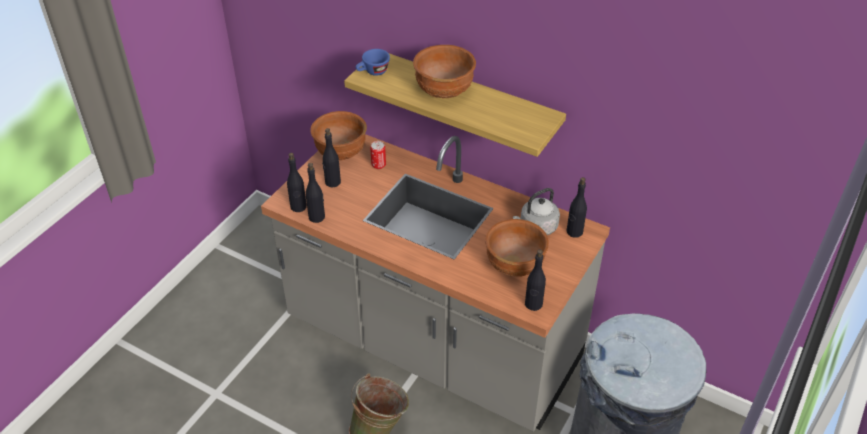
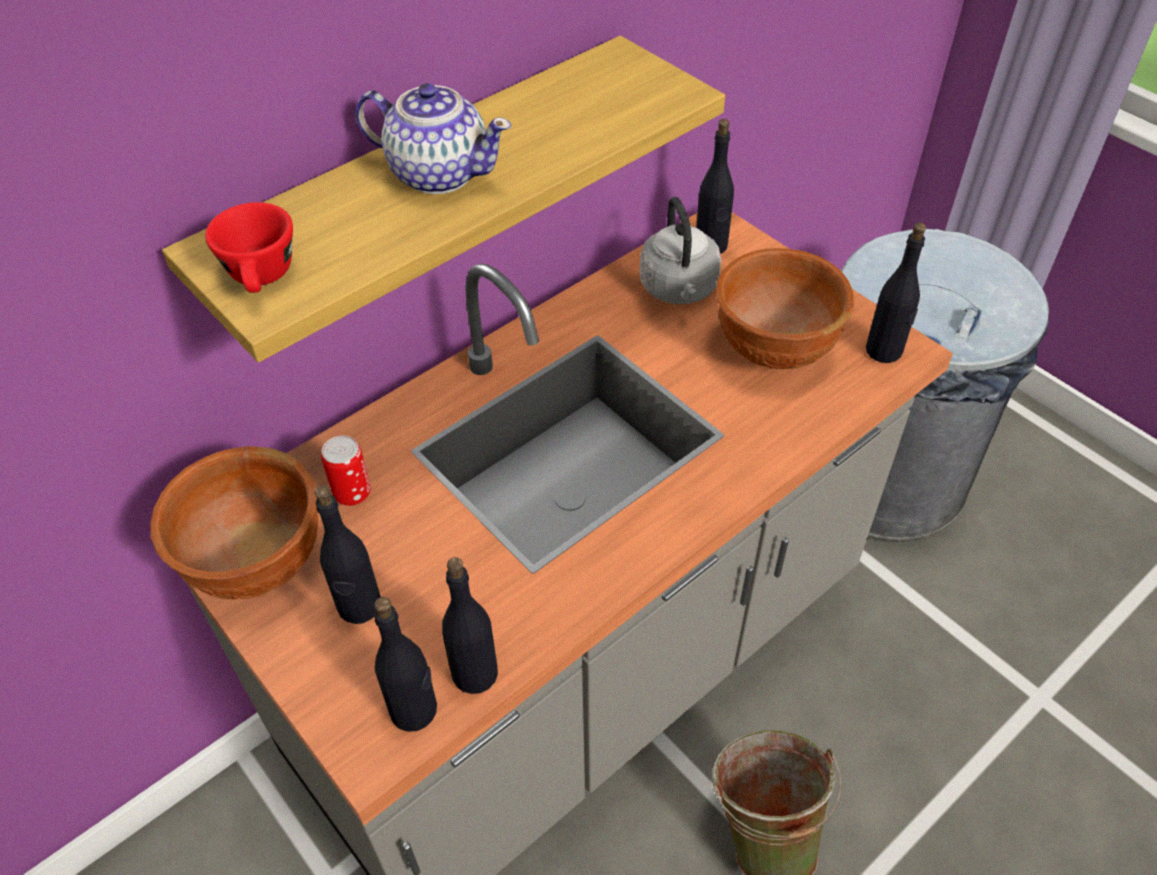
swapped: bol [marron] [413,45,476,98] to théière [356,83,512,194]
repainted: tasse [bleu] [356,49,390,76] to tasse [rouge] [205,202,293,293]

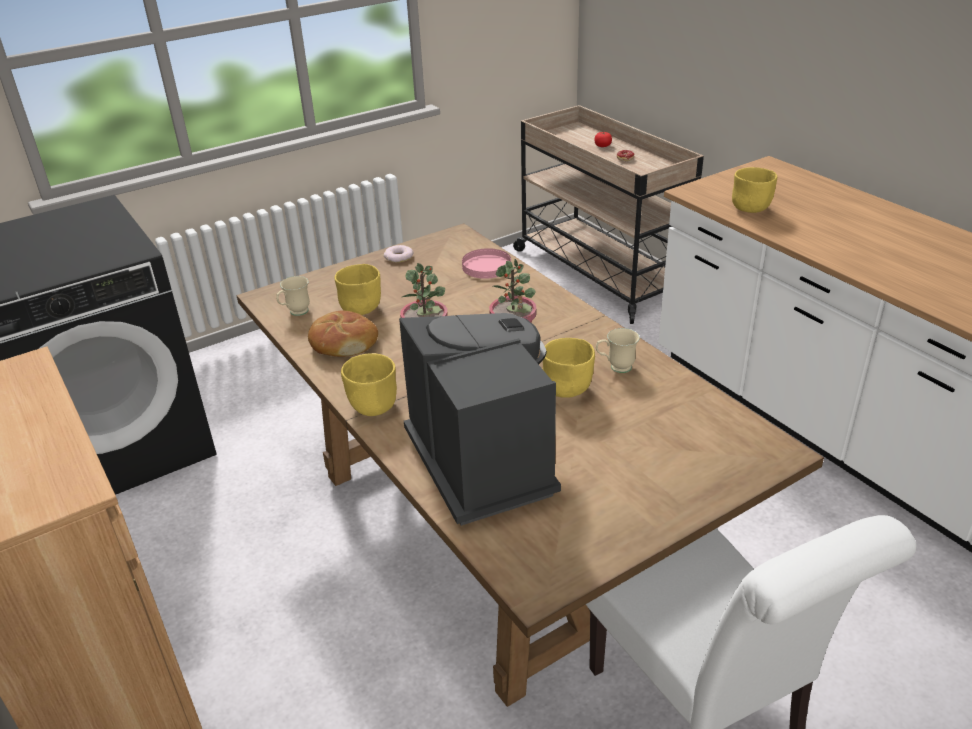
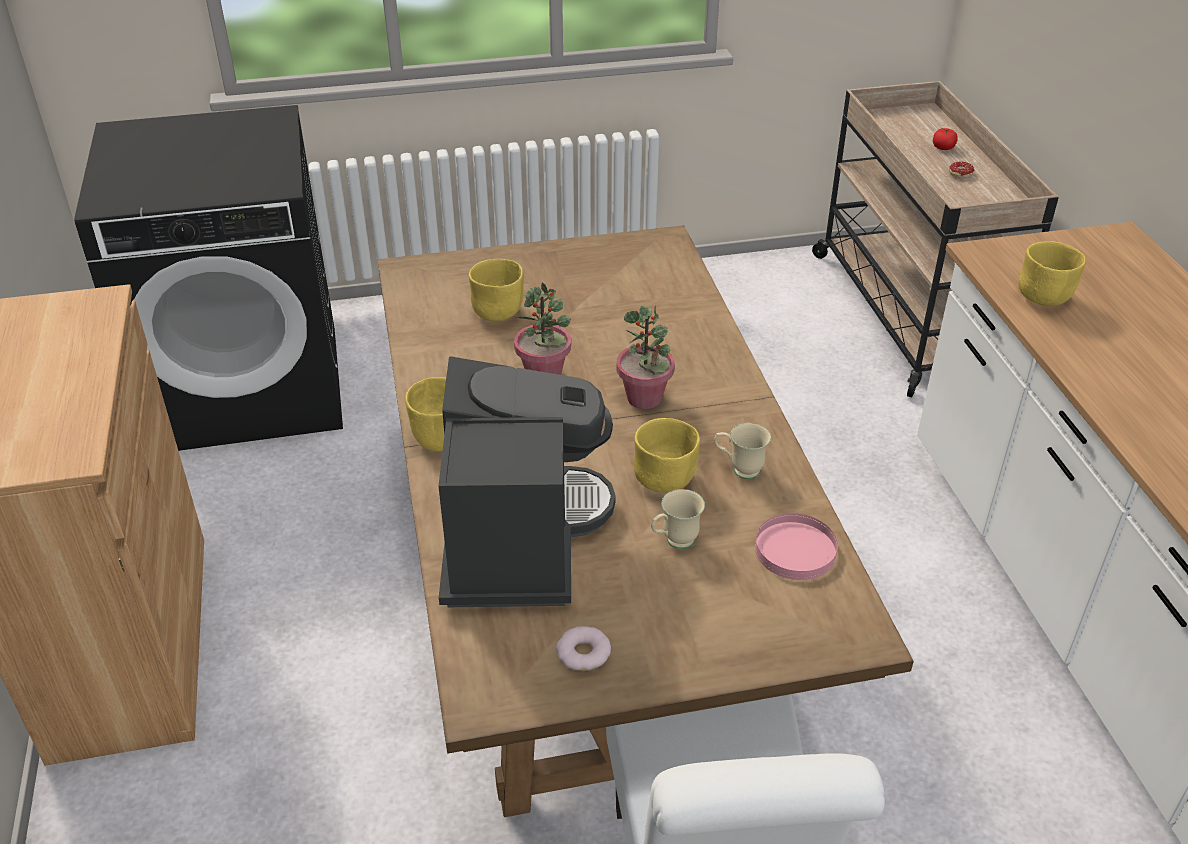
gone: pain [308,310,378,357]
shifted: beignet [383,245,413,263] to [556,626,611,671]; mug [beige] [276,276,310,316] to [651,489,705,549]; assiette [rose] [462,248,511,279] to [755,513,838,580]

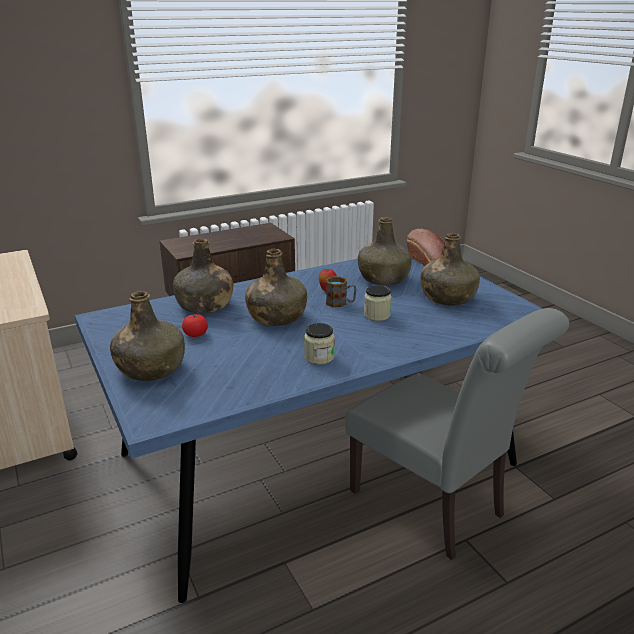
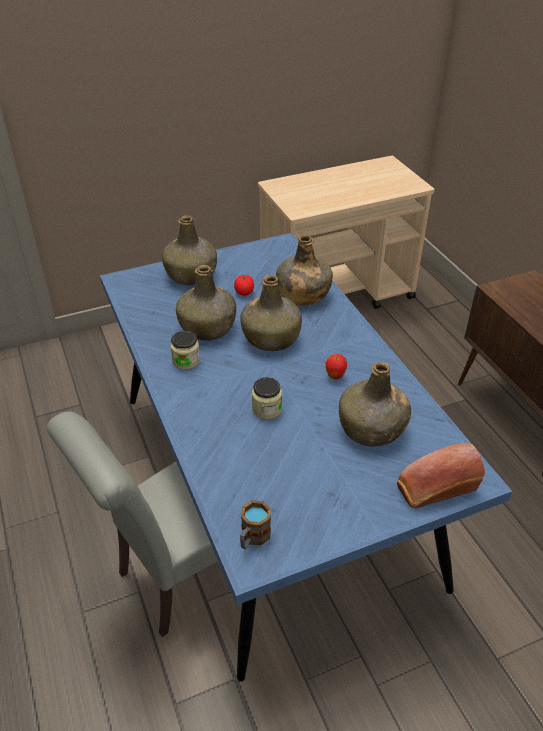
shifted: bouteille [vert] [421,233,480,305] to [176,265,236,341]; mug [326,276,356,307] to [240,500,271,549]

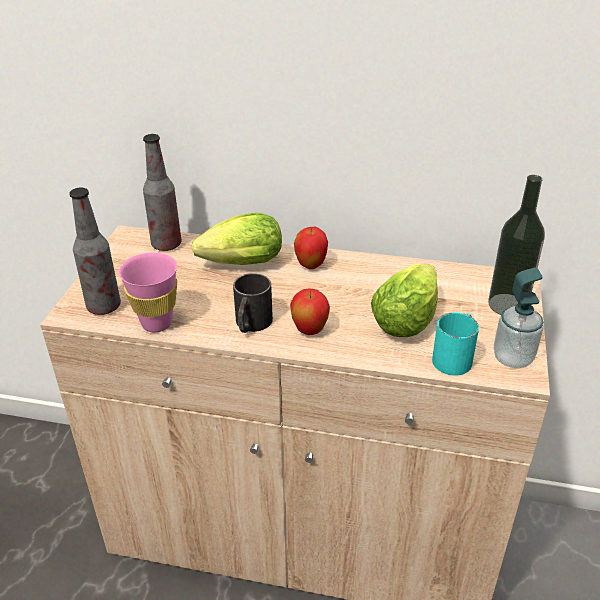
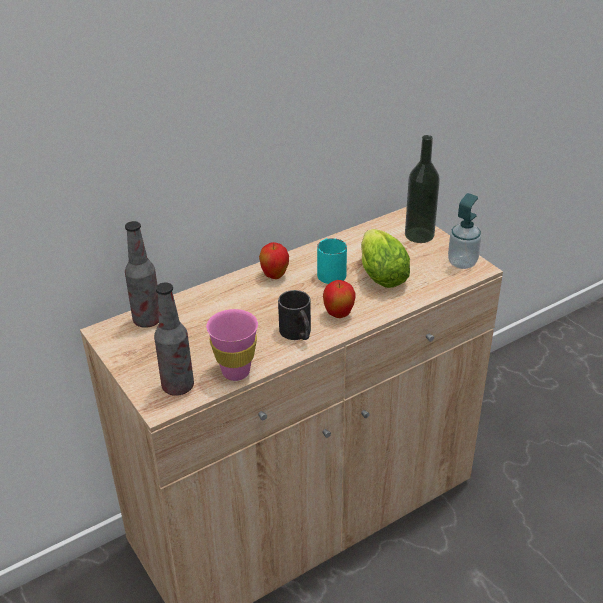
gone: laitue [191,213,282,265]
shifted: mug [turquoise] [432,312,479,376] to [317,238,347,284]

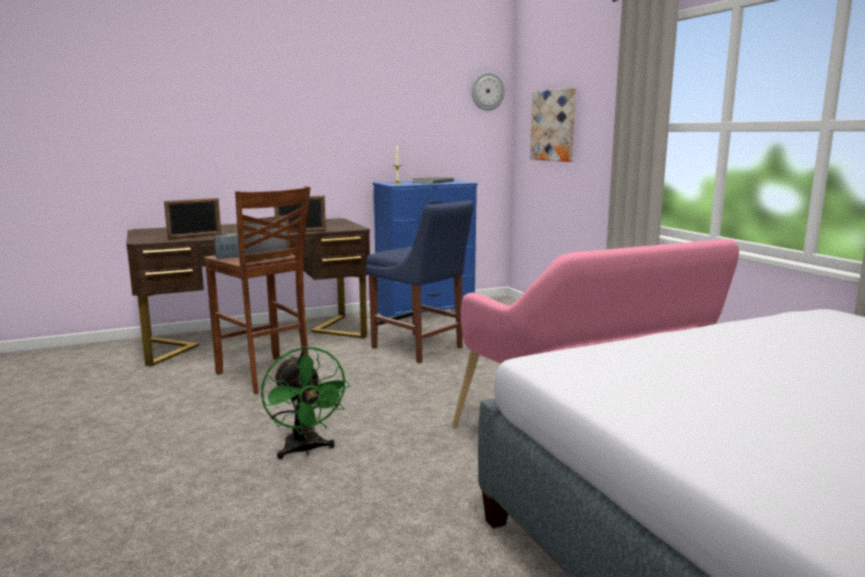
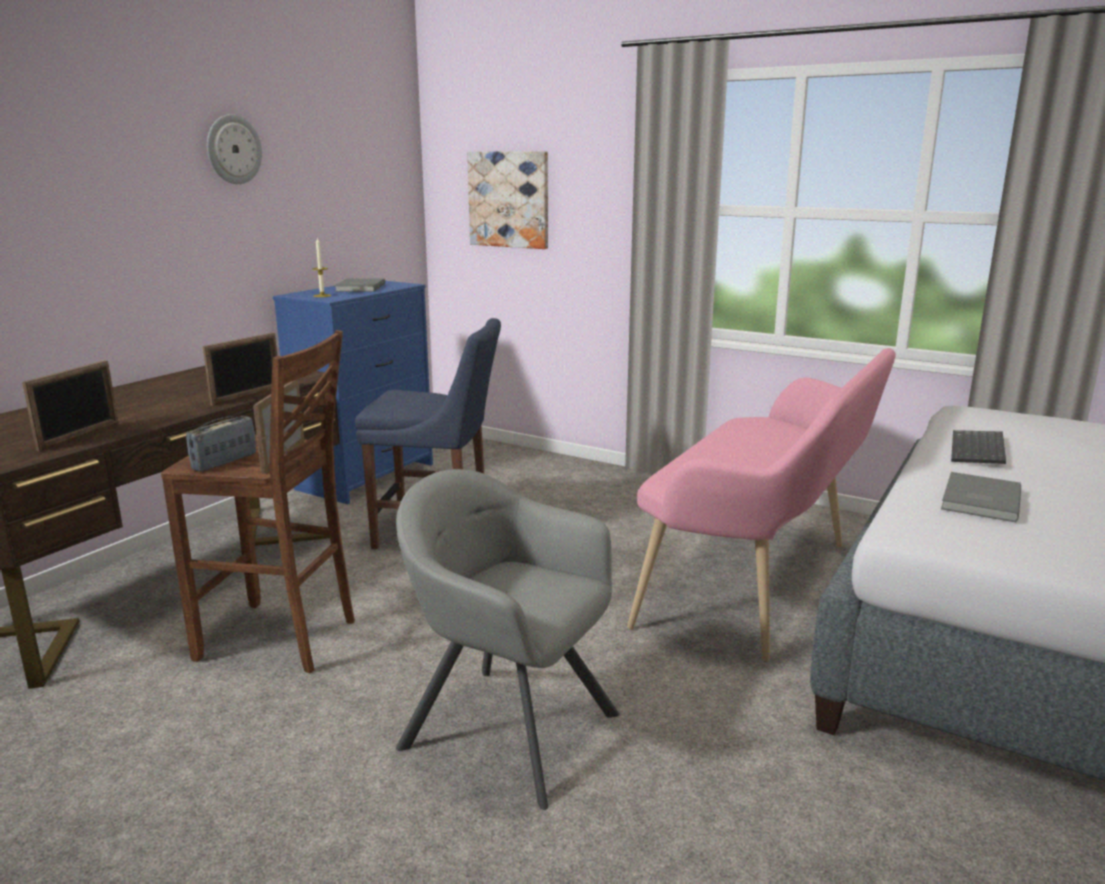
new: livre [gris] [941,472,1021,522]; clavier [951,430,1006,464]
shifted: horloge murale [472,72,505,111] to [207,114,262,184]
swapped: ventilateur [vert] [261,346,350,459] to fauteuil [gris] [396,469,620,810]

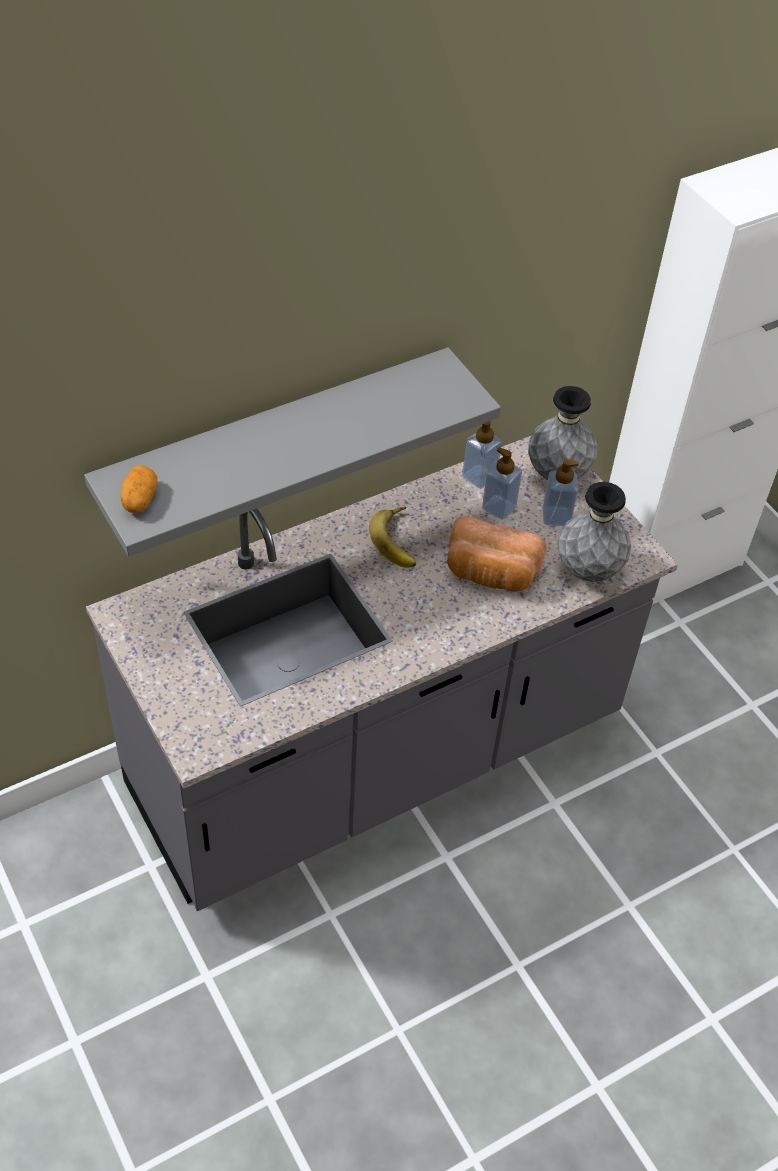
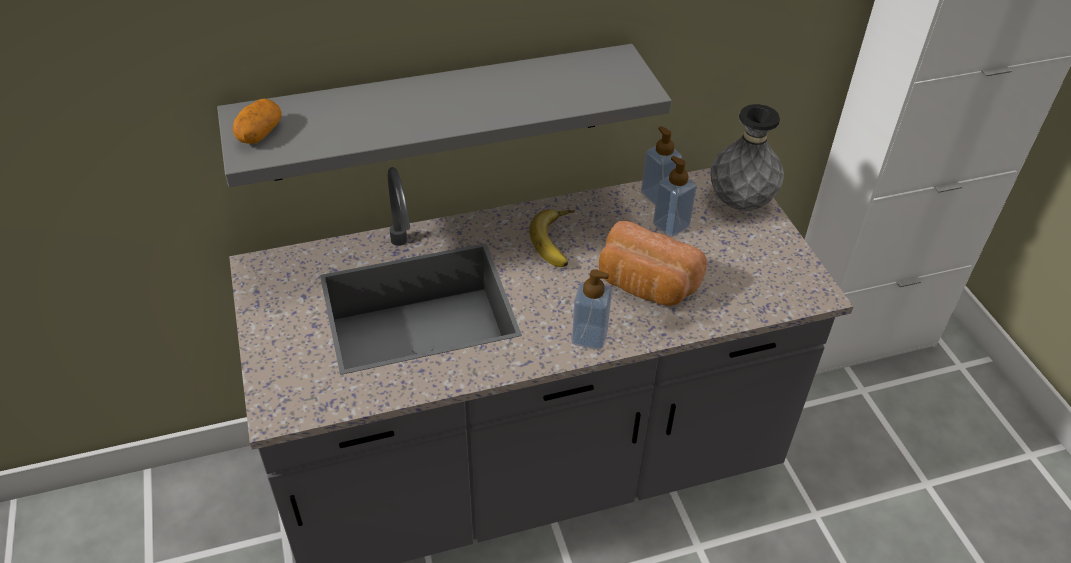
gone: vase [gris] [557,482,631,582]
shifted: distributeur de savon [543,459,579,526] to [572,269,612,349]

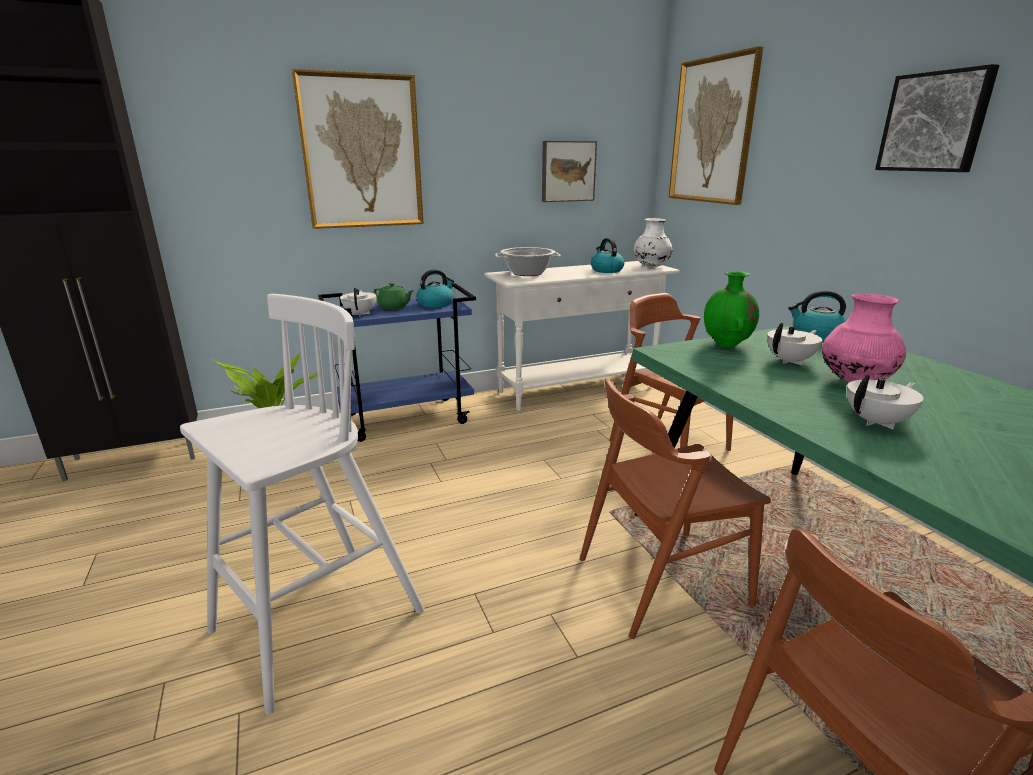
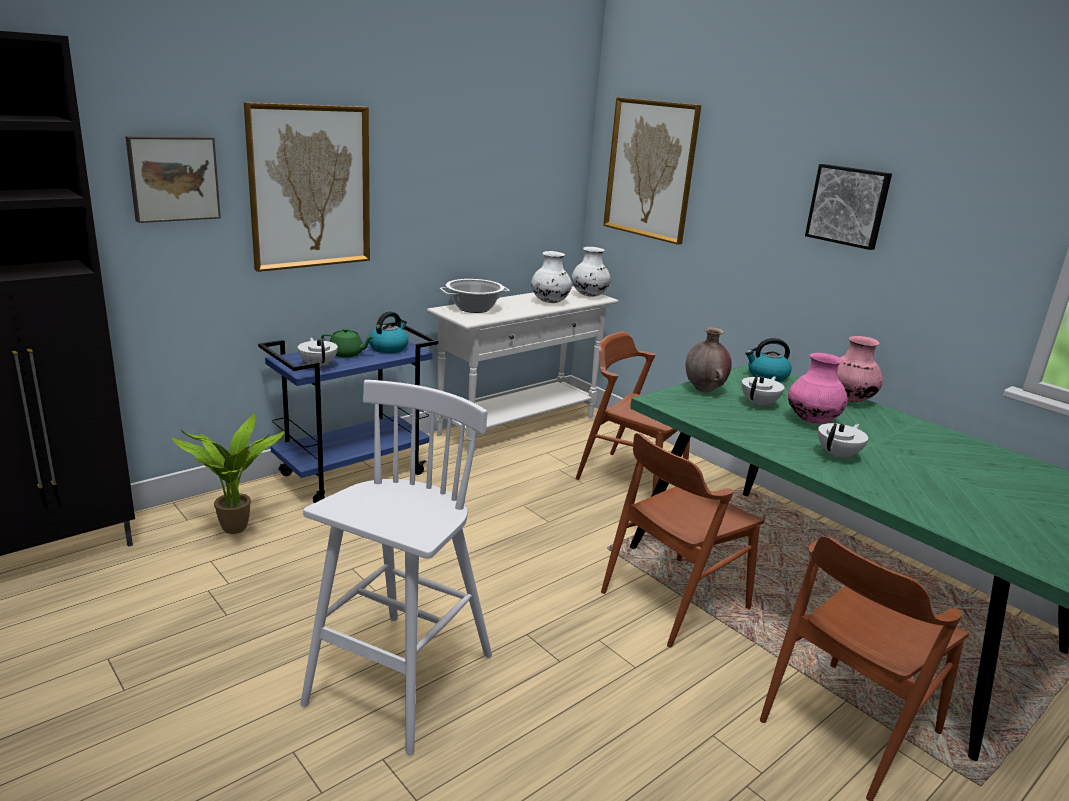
new: vase [rose] [837,336,883,402]
shifted: tableau [542,141,597,202] to [125,136,221,223]
swapped: bouilloire [591,238,624,273] to vase [blanc] [531,251,572,303]
repainted: vase [vert] [704,271,759,347] to vase [marron] [685,327,732,392]

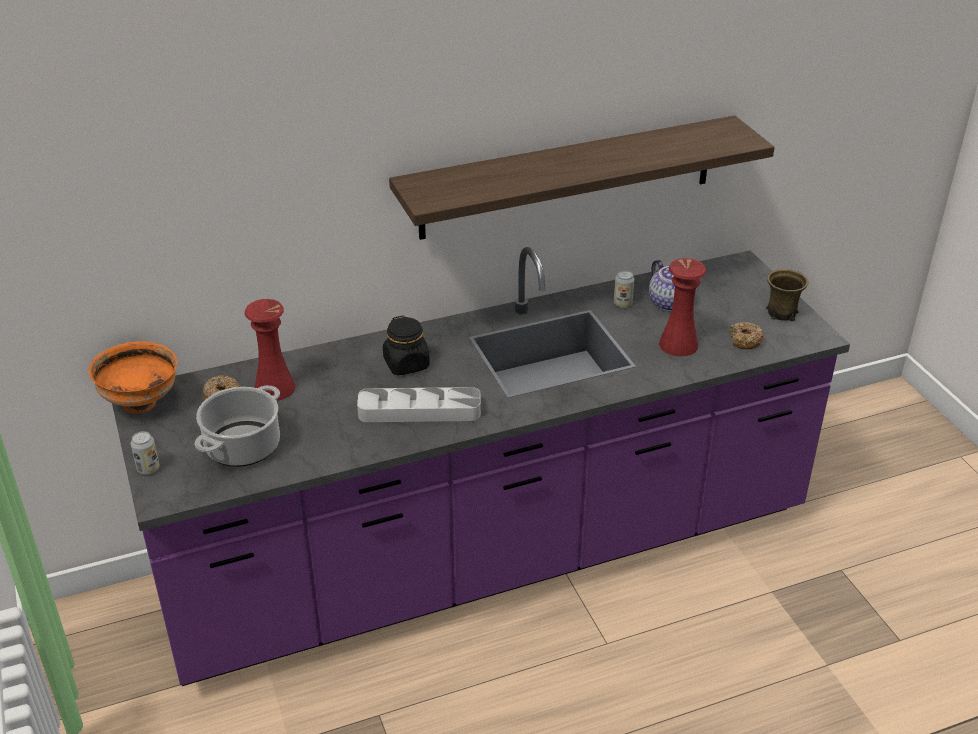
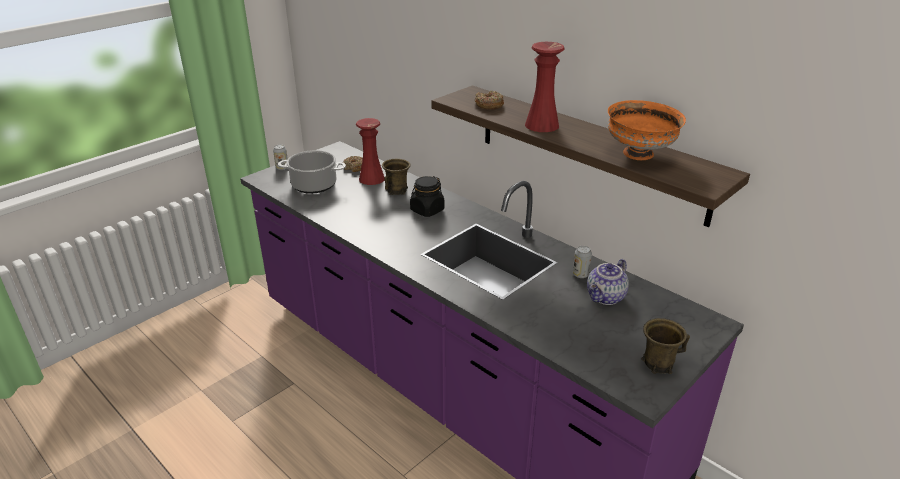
gone: plateau [gris] [357,387,481,422]
new: mug [marron] [382,159,411,195]
shifted: beignet [729,322,764,349] to [475,91,504,110]; vase [rouge] [659,258,706,356] to [525,42,565,132]; bol [orange] [88,341,177,414] to [608,100,686,160]

